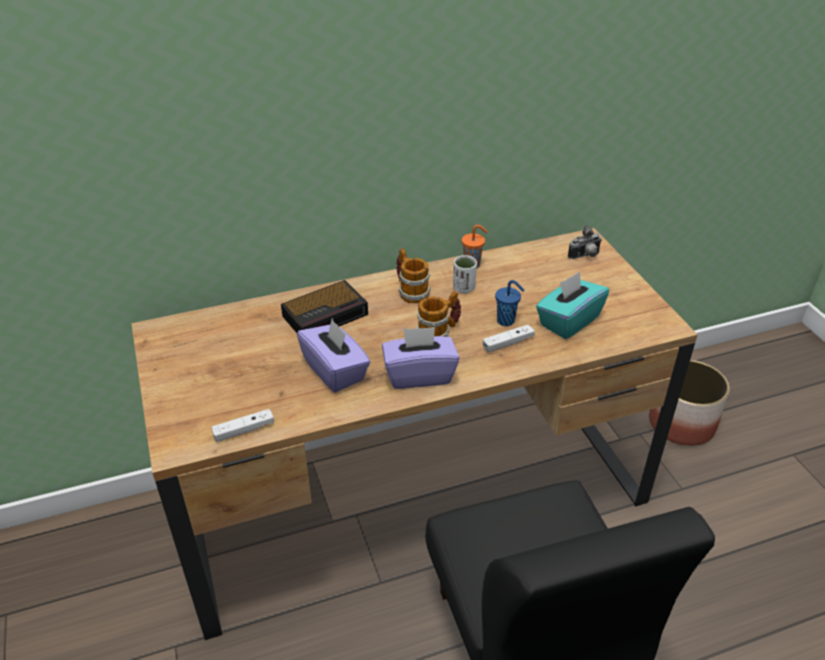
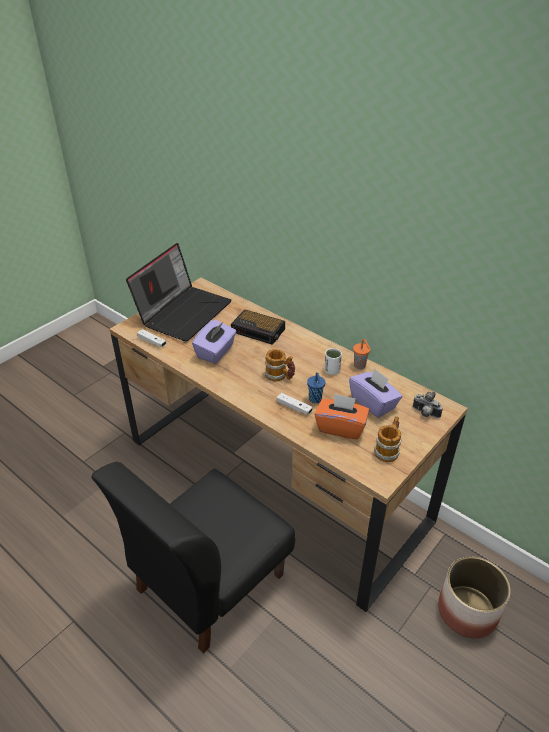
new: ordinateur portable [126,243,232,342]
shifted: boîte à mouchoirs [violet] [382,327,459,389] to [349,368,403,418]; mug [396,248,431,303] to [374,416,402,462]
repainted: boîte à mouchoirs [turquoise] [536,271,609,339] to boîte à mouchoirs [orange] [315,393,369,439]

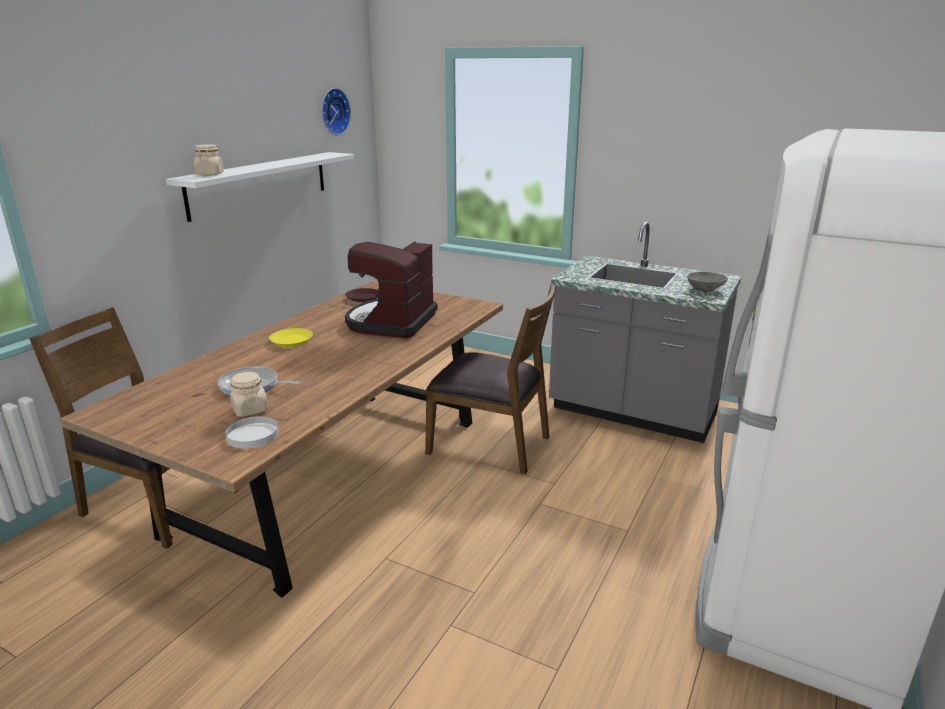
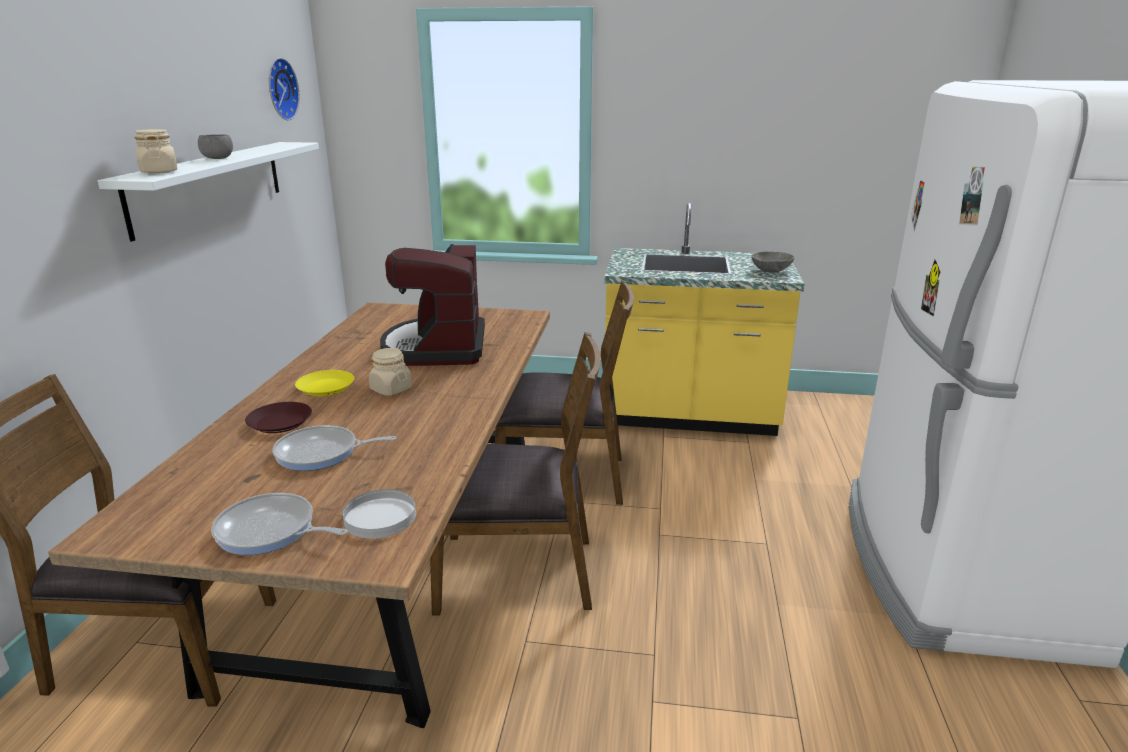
new: bol [gris] [198,134,233,159]; poêle [211,493,348,555]; chaise [marron] [430,332,601,616]
shifted: assiette [marron] [345,288,378,302] to [245,402,312,433]; bocal [beige] [230,372,268,417] to [369,348,412,396]
repainted: comptoir de cuisine [gris] [549,222,742,443] to comptoir de cuisine [jaune] [605,203,805,436]

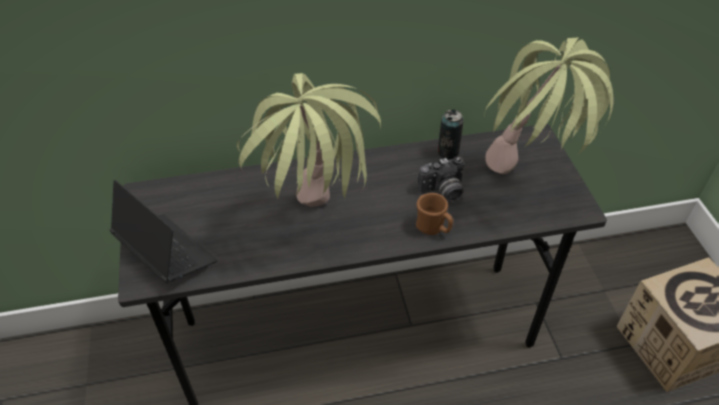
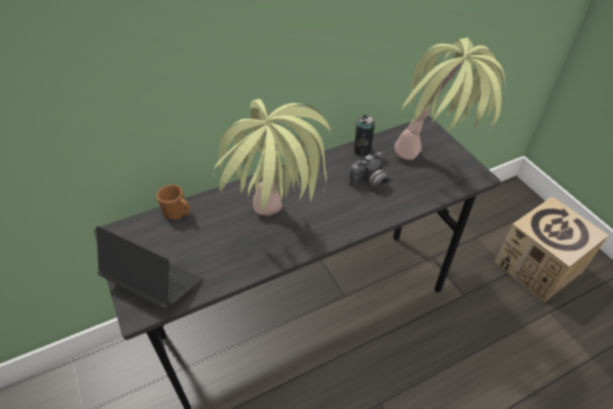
shifted: mug [marron] [416,193,453,235] to [156,185,190,220]

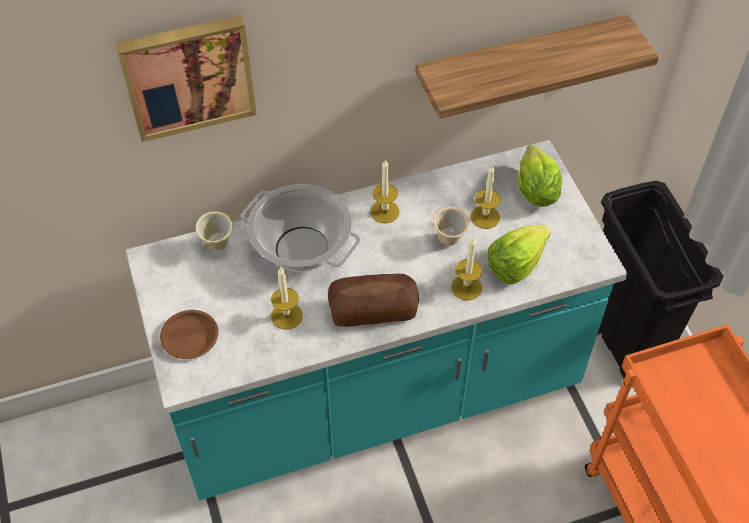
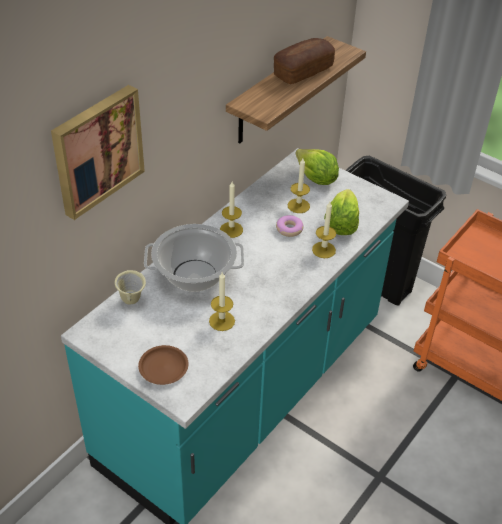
shifted: pain [328,274,419,327] to [274,38,335,84]
swapped: mug [beige] [433,207,470,246] to beignet [276,215,304,237]

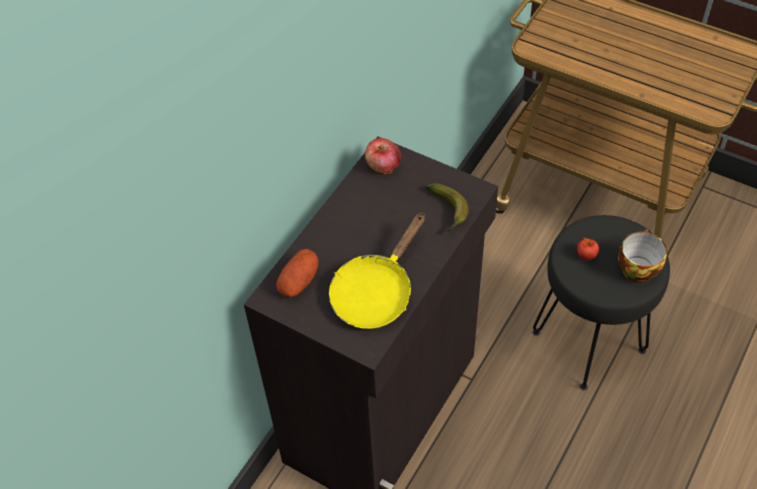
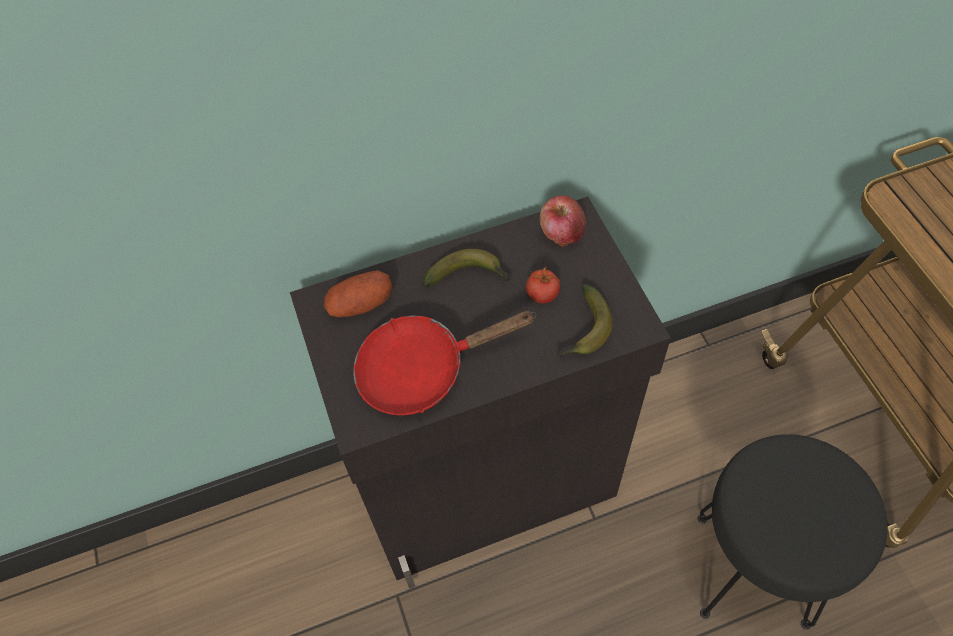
gone: tasse [618,229,667,283]
new: banane [422,249,511,288]
shifted: tomate [577,237,599,260] to [526,266,560,304]
repainted: poêle [jaune] [329,213,425,329] to poêle [rouge] [353,311,536,416]

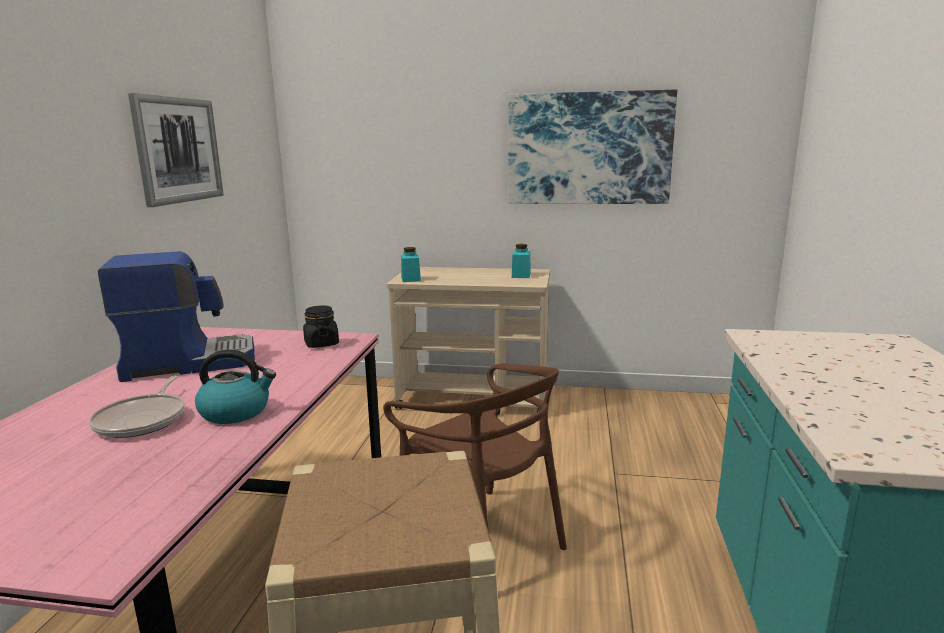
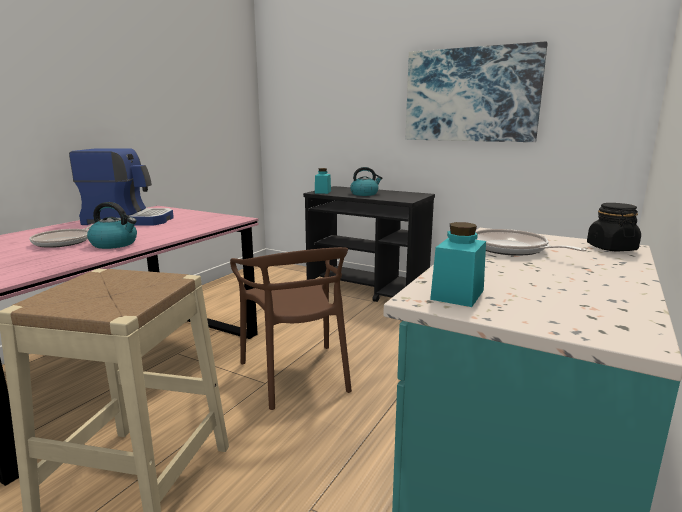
gone: tableau [128,93,224,207]
new: bouilloire [350,167,382,196]; poêle [475,229,587,256]
shifted: bocal [turquoise] [512,244,531,278] to [430,222,486,307]; bocal [noir] [303,305,339,348] to [587,203,641,251]
repainted: chariot [beige] [387,267,550,415] to chariot [noir] [303,186,435,302]

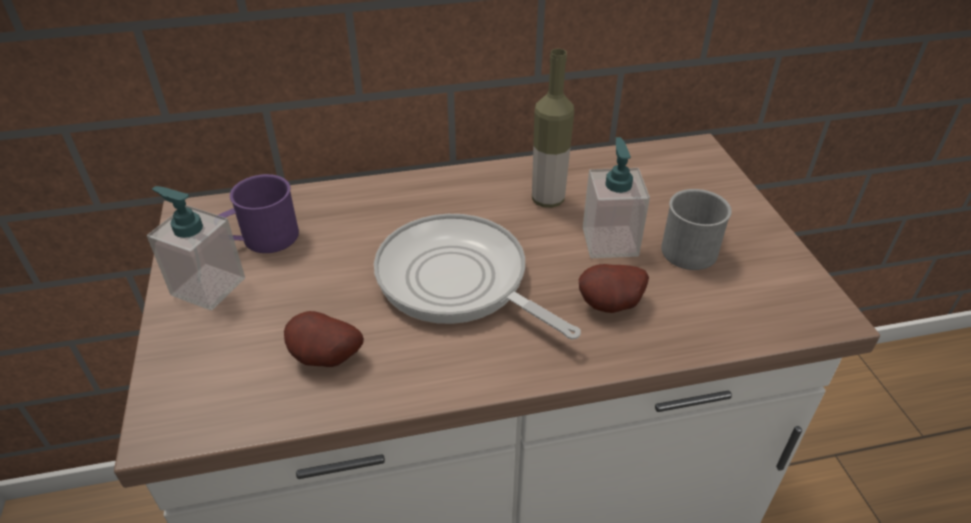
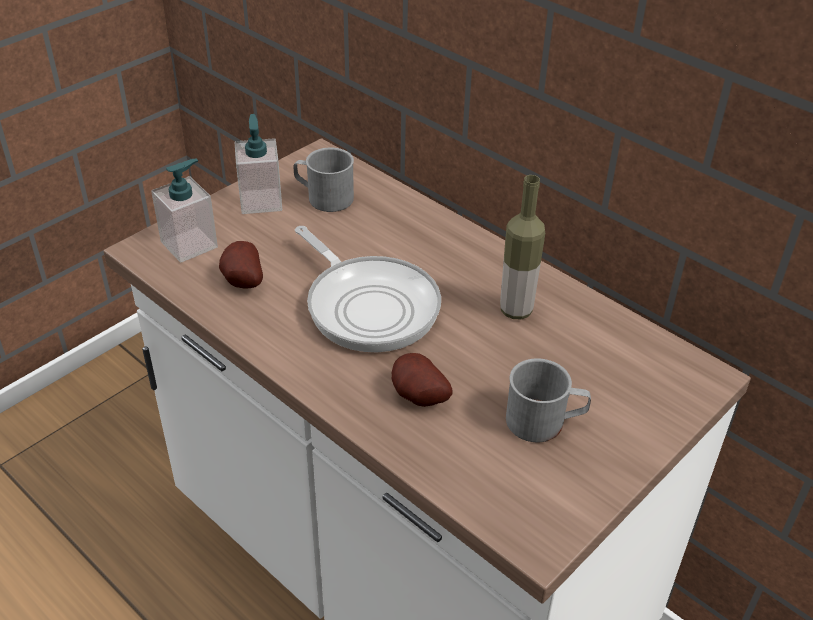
shifted: distributeur de savon [583,137,650,258] to [151,158,218,263]
repainted: mug [violet] [219,174,299,253] to mug [gris] [294,147,354,212]
rotated: poêle [374,214,581,340] = [295,226,441,352] 135 degrees clockwise

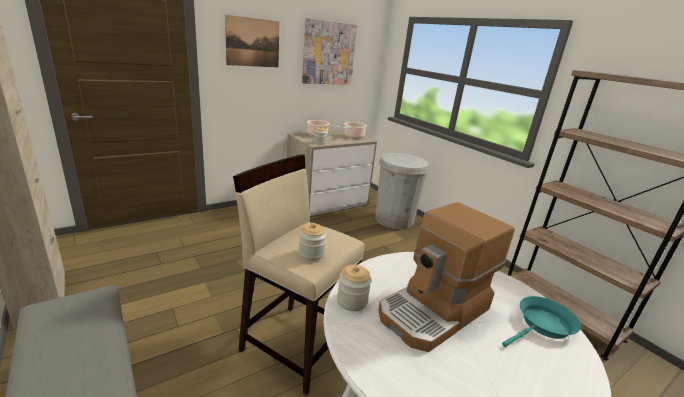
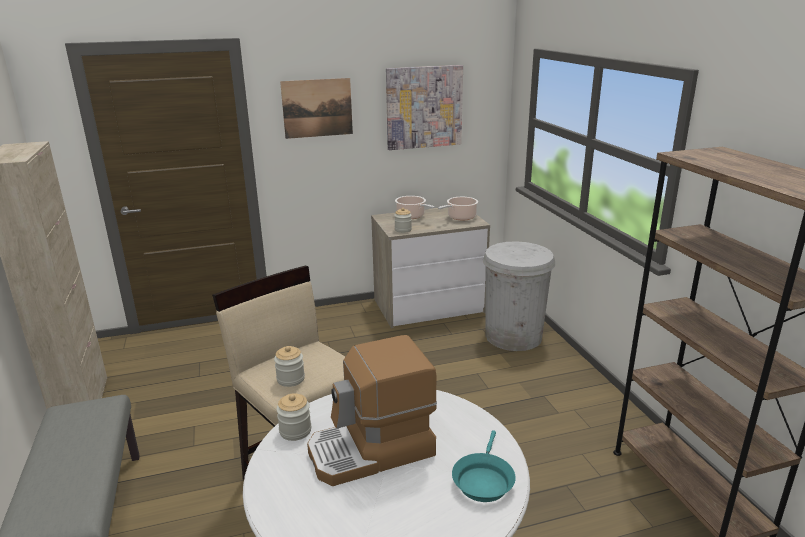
rotated: poêle [turquoise] [502,296,581,347] = [452,430,516,502] 120 degrees clockwise

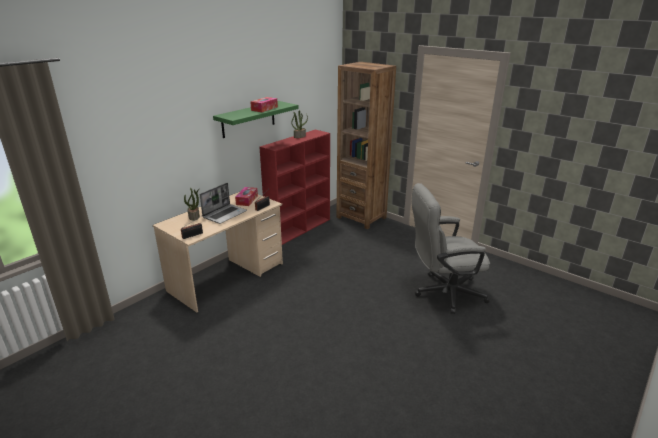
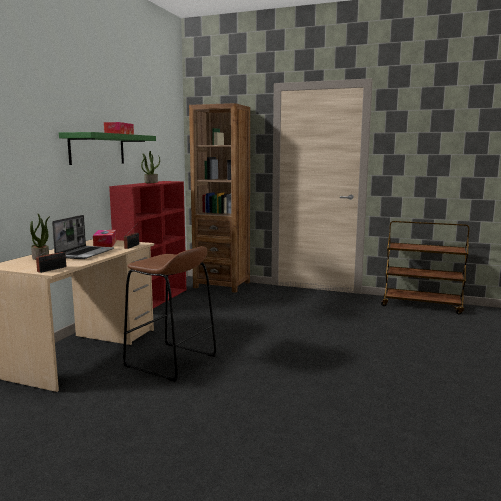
gone: chaise de bureau [gris] [412,183,490,314]
new: tabouret [marron] [123,246,216,382]; chariot [marron] [381,221,469,315]

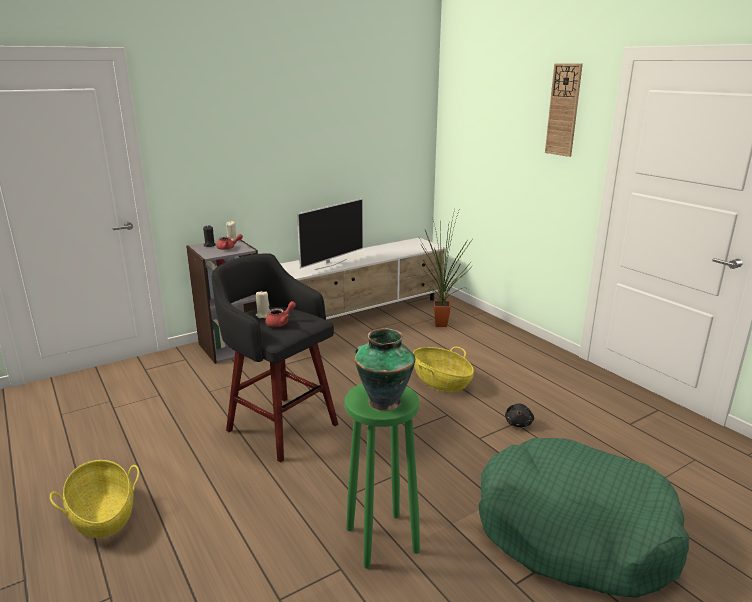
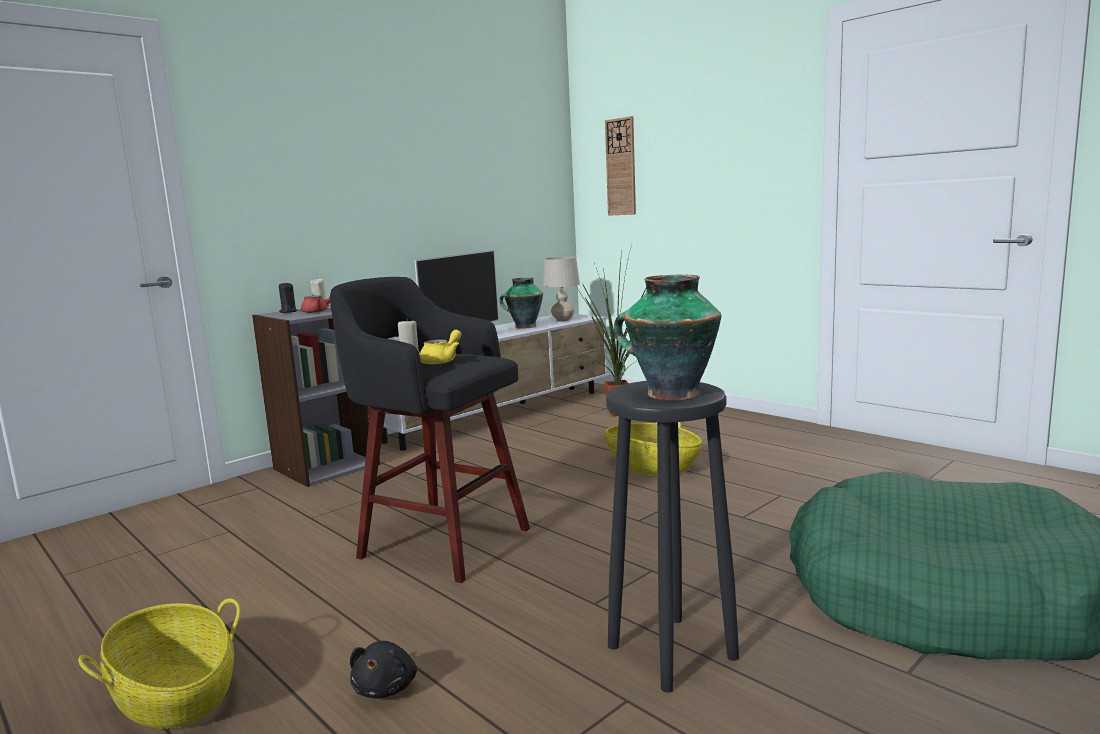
new: vase [499,278,543,329]; lampe de table [beige] [543,257,580,321]
shifted: peluche [noir] [505,403,534,427] to [350,641,417,699]; horloge murale [545,64,583,157] to [605,116,636,216]
repainted: théière [rouge] [265,301,296,327] to théière [jaune] [420,330,462,365]; tabouret [vert] [344,384,420,569] to tabouret [noir] [606,381,739,693]

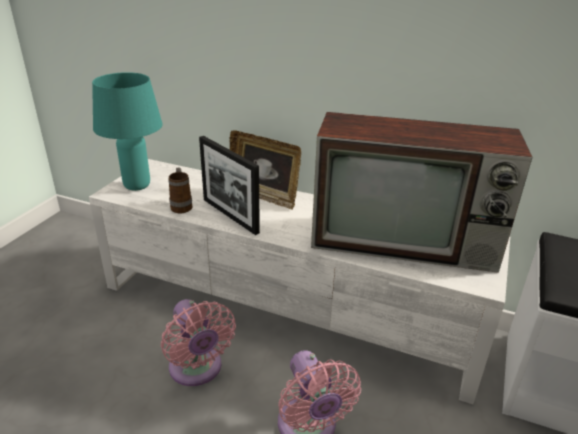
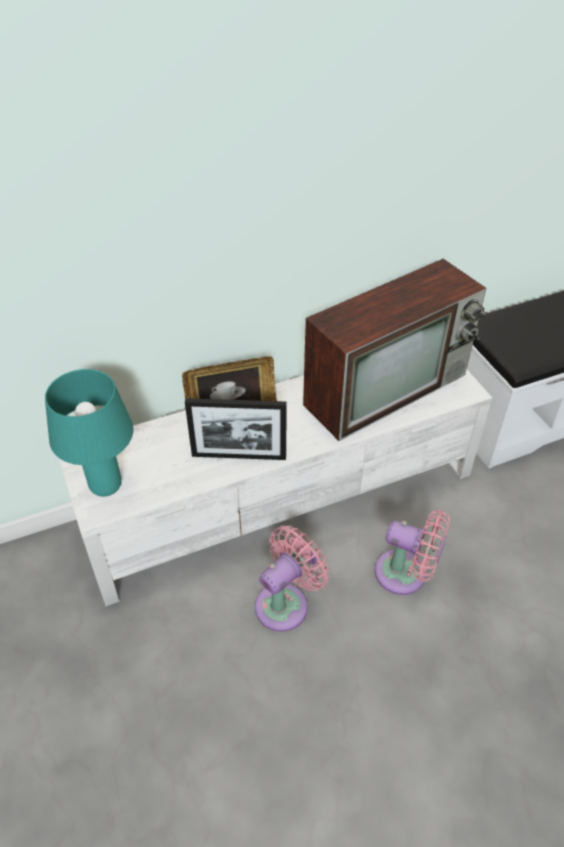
gone: mug [168,167,192,213]
rotated: ventilateur [rose] [161,299,236,386] = [255,526,329,632] 60 degrees counterclockwise

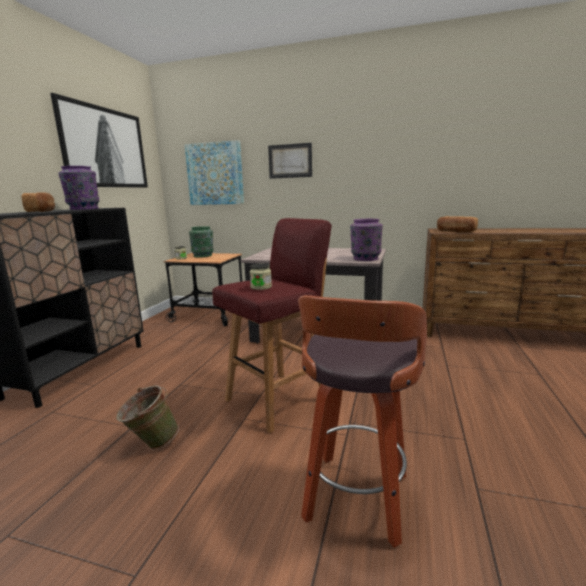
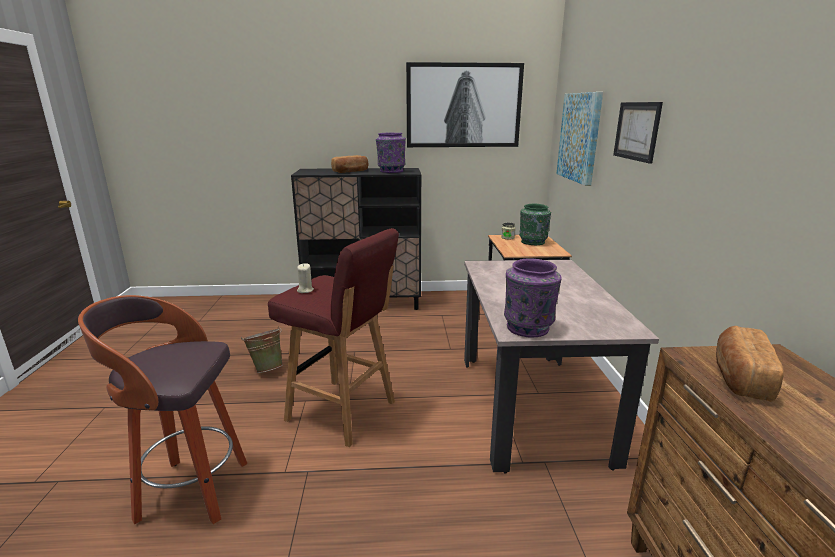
swapped: bocal [250,264,272,290] to bougie [beige] [297,263,314,293]

